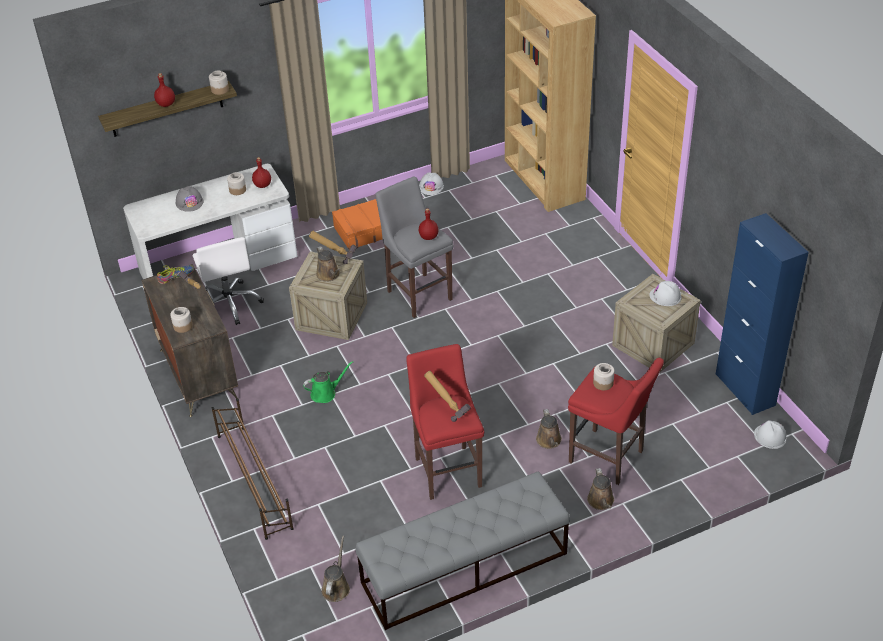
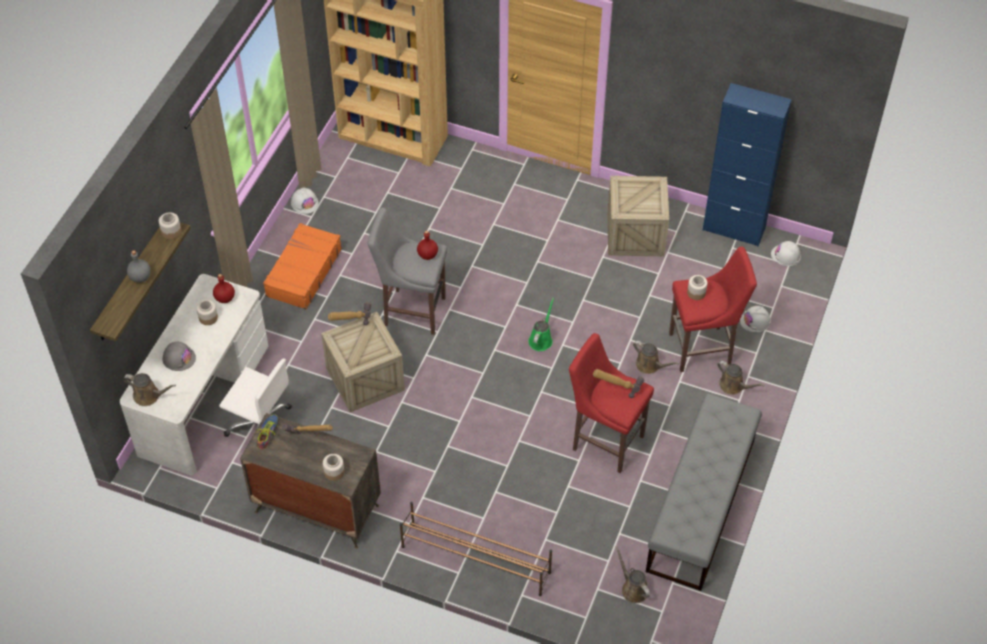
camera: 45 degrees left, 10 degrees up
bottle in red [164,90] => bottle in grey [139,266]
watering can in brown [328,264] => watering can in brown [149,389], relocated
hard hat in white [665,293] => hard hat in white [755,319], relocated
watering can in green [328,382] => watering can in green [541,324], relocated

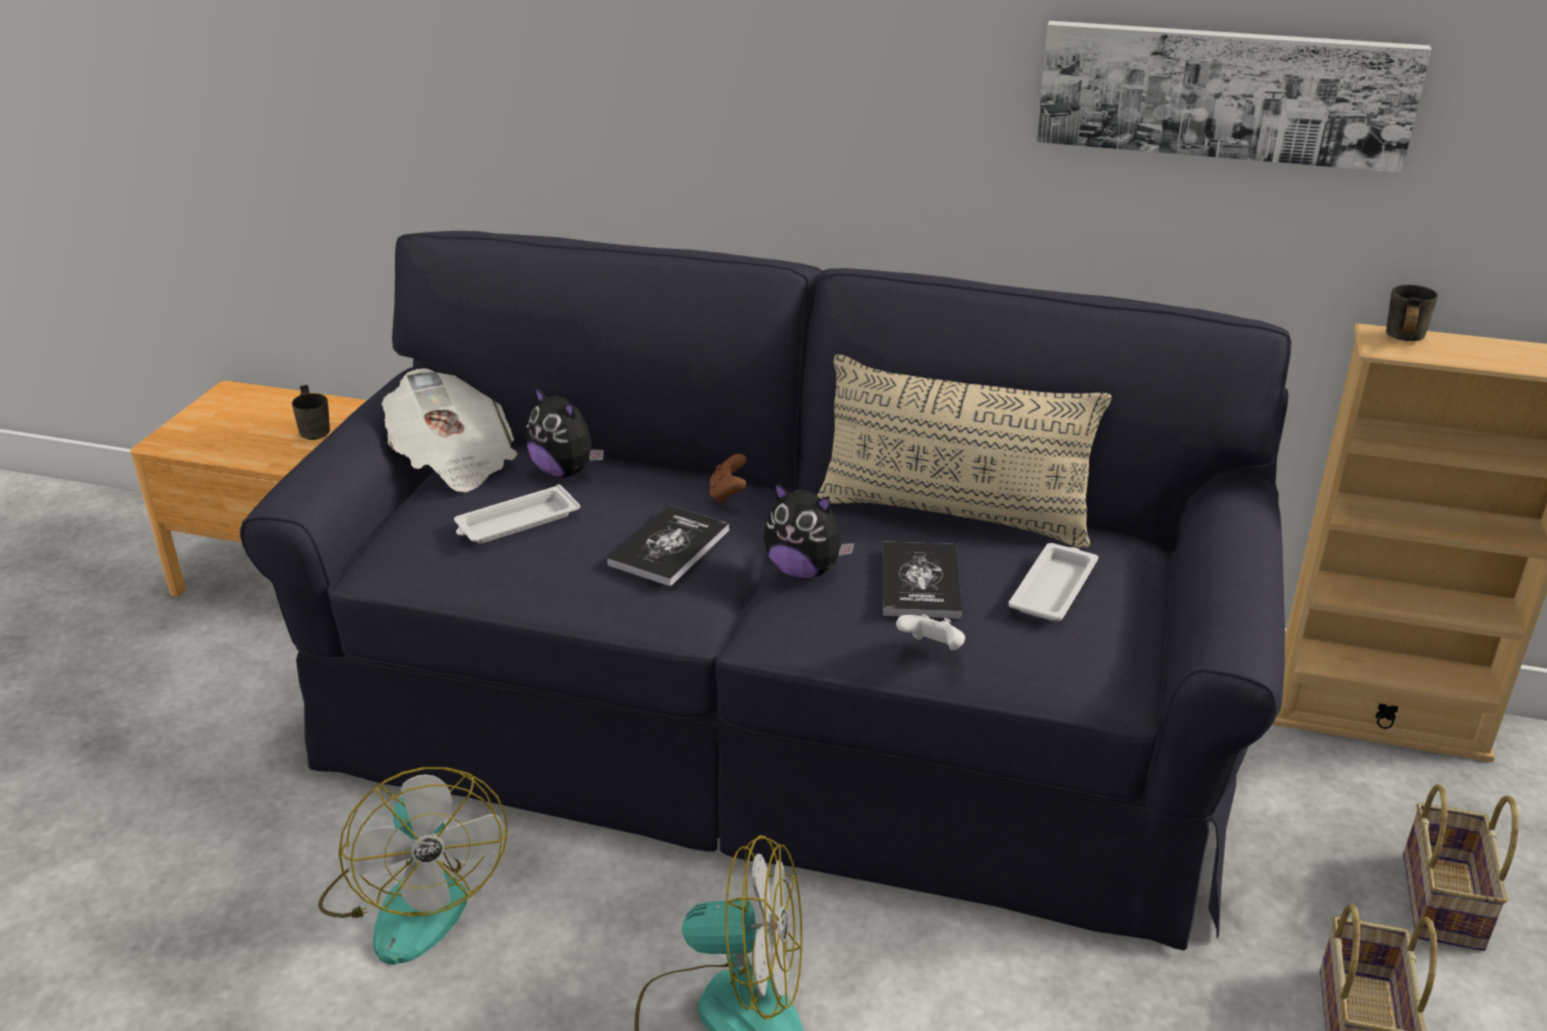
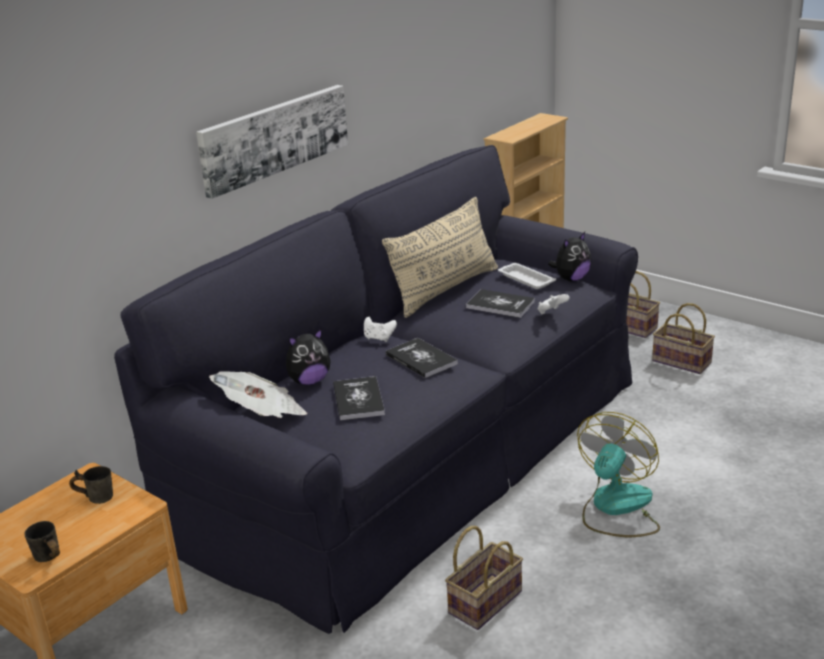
camera: 65 degrees left, 5 degrees down
picture [1234,97] => picture [272,142], relocated
mug in grey [1412,313] => mug in grey [42,541], relocated
game controller in brown [728,479] => game controller in white [380,329]
plush toy [809,530] => plush toy [569,257], relocated
tray in white [517,514] => book [359,398]
fan [413,866] => basket [484,578]

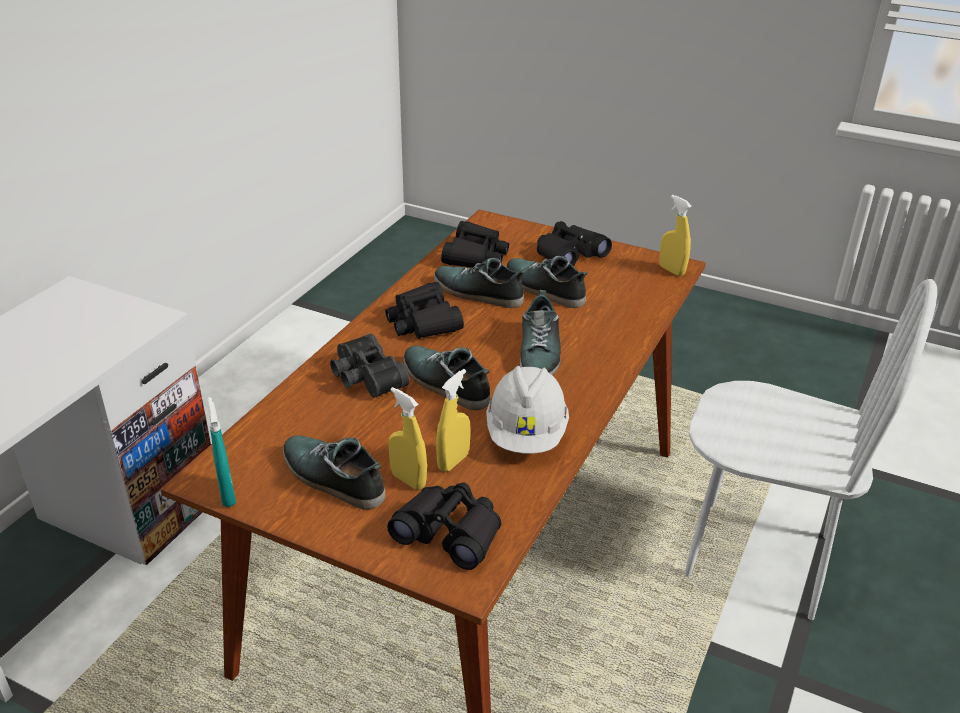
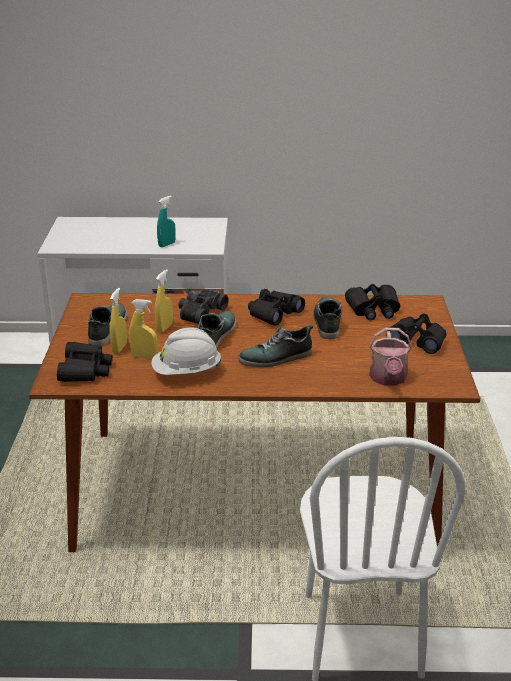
camera: 65 degrees right, 5 degrees down
spray bottle in yellow [675,235] => spray bottle in yellow [164,301], relocated
shoe [547,282] => nothing
spray bottle in turquoise [221,452] => spray bottle in turquoise [166,221], relocated
nothing => watering can [390,357]

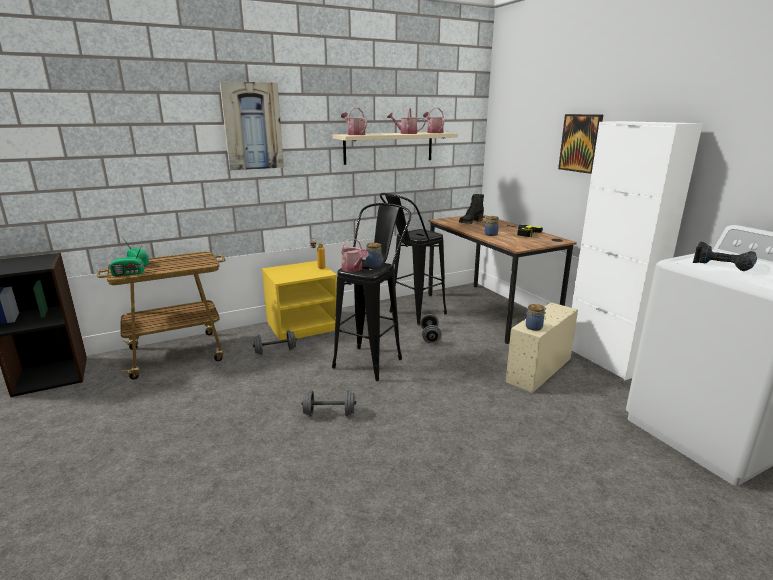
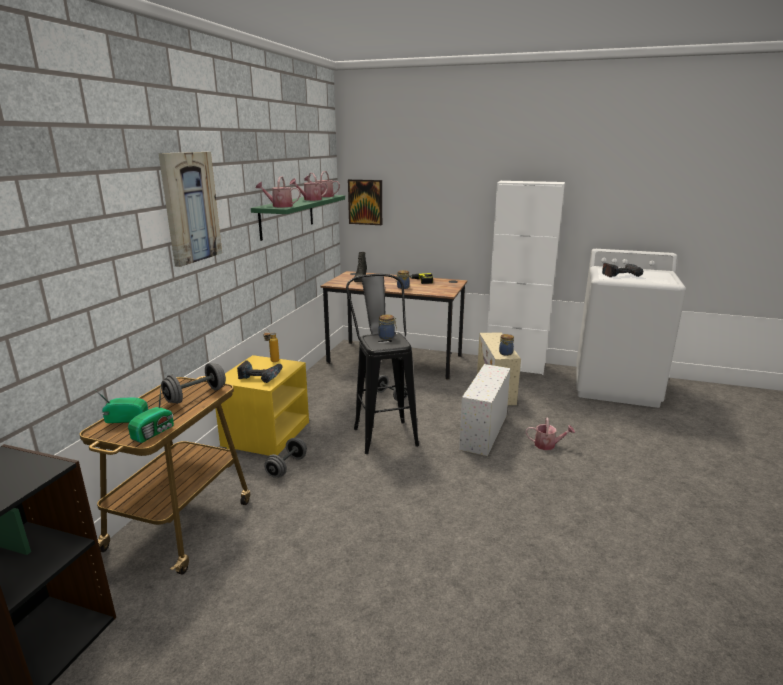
camera: 45 degrees left, 0 degrees up
picture [580,144] => picture [365,202], relocated
shelf in beige [395,148] => shelf in green [298,218]
stool in black [413,259] => nothing
watering can [355,255] => watering can [550,433], relocated
dumbbell in grey [329,403] => dumbbell in grey [193,383], relocated
nothing => power drill [259,371]
nothing => storage box in white [485,410]

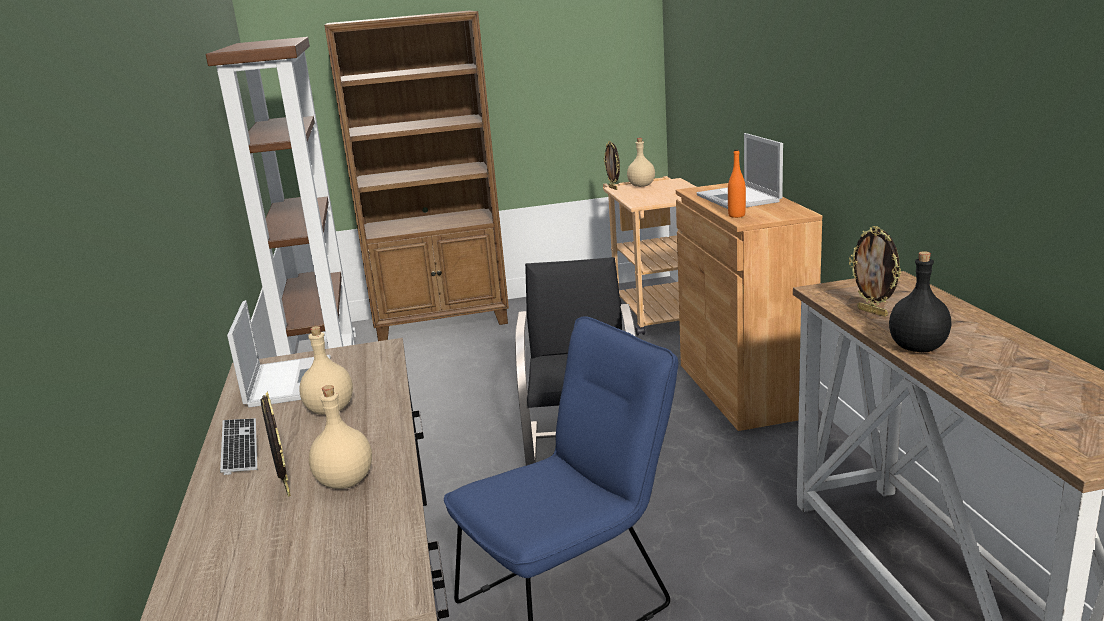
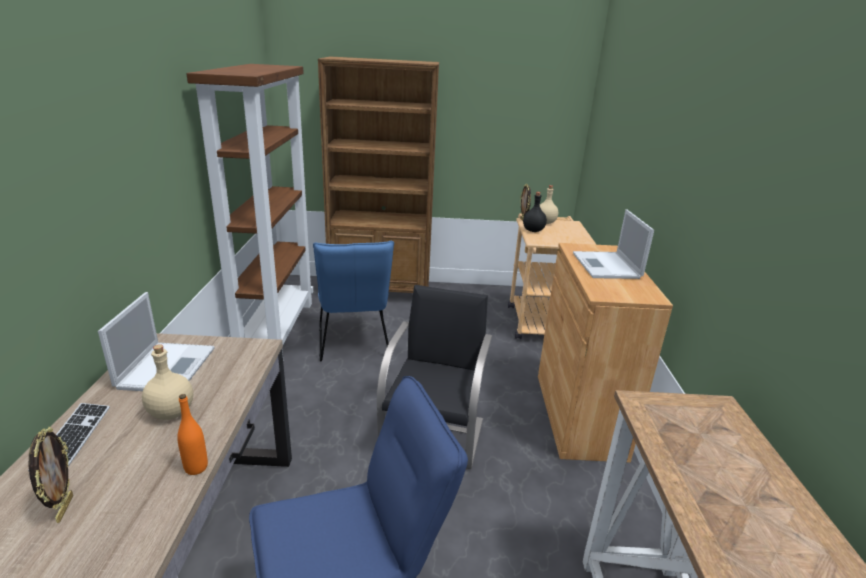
camera: 10 degrees right, 5 degrees up
bottle in orange [737,183] => bottle in orange [192,434], relocated
picture frame [875,271] => nothing
bottle in black [920,301] => bottle in black [535,212], relocated
bottle in beige [340,437] => nothing
nothing => chair in blue [353,301]

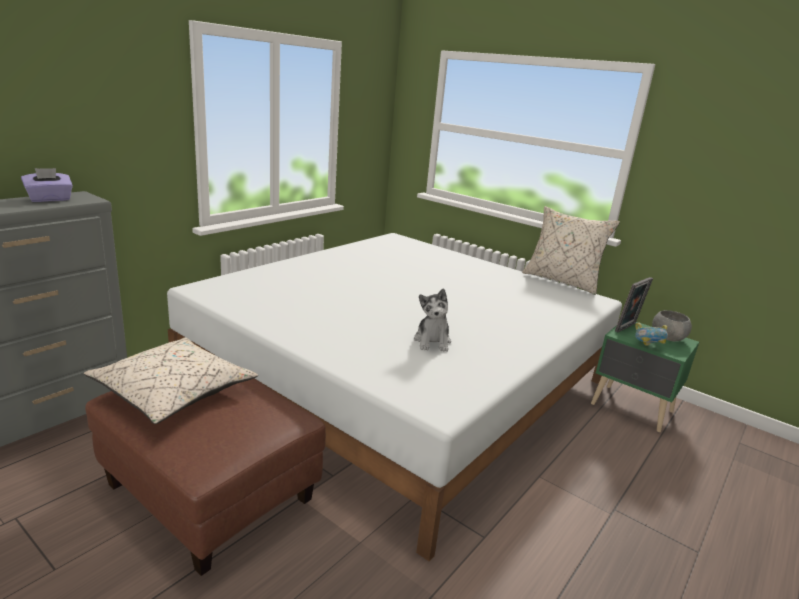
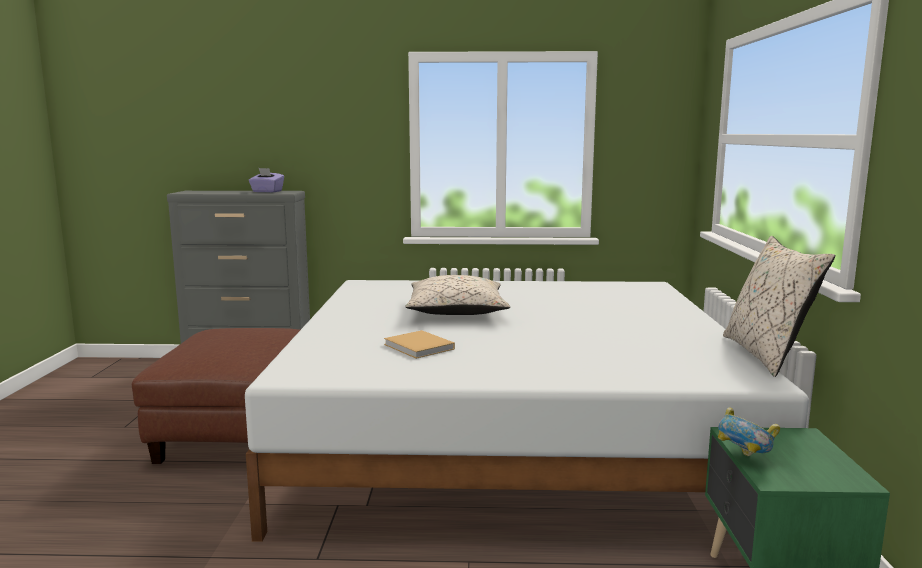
camera: 55 degrees right, 10 degrees down
picture frame [634,304] => nothing
plush toy [432,320] => book in beige [419,344]
bowl in grey [672,325] => nothing
pillow in beige [171,380] => pillow in beige [458,295], relocated

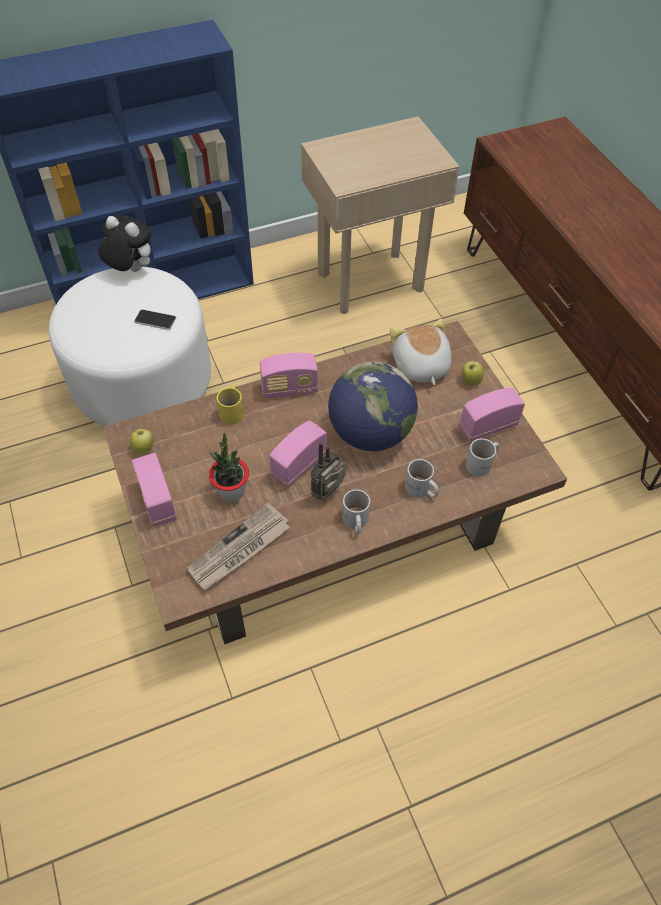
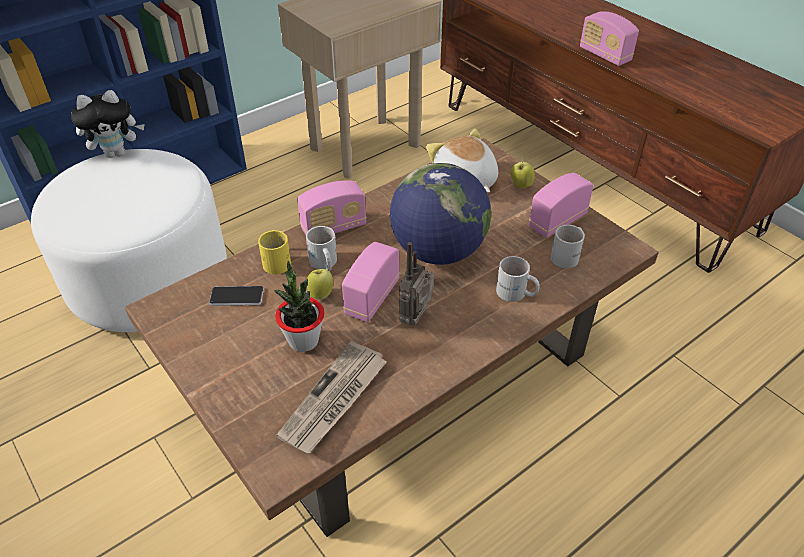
camera: 15 degrees left, 10 degrees down
plush toy [125,244] => plush toy [108,124], 150 degrees clockwise
phone [155,319] => phone [236,296], relocated
apple [141,442] => apple [320,284], relocated
radio [154,490] => radio [609,38], relocated
mug in white [356,511] => mug in white [321,248], relocated

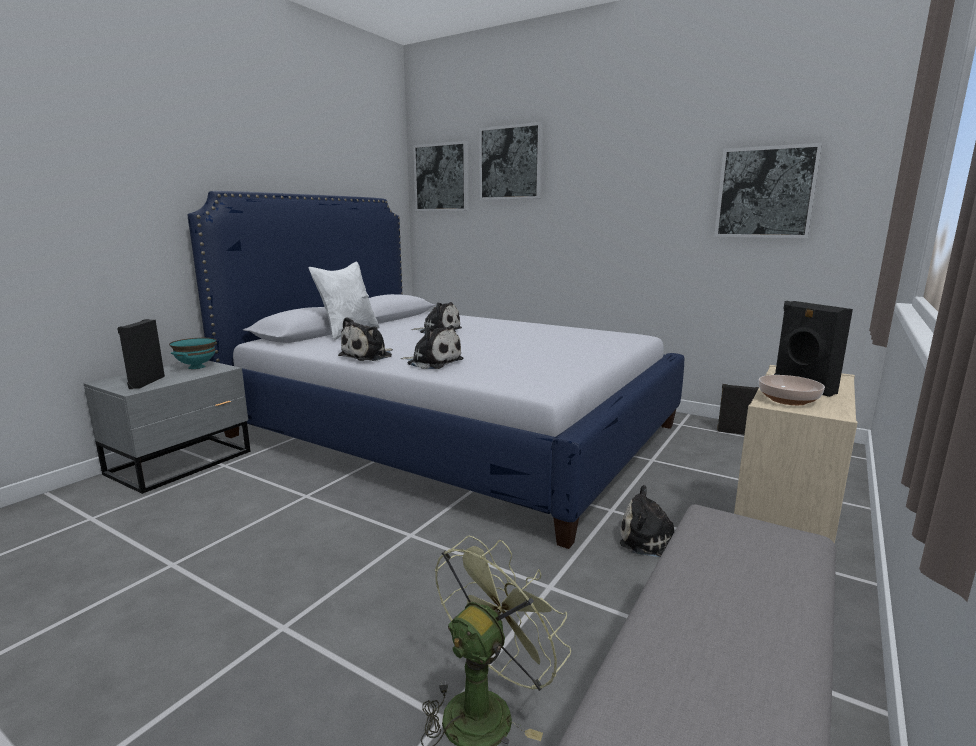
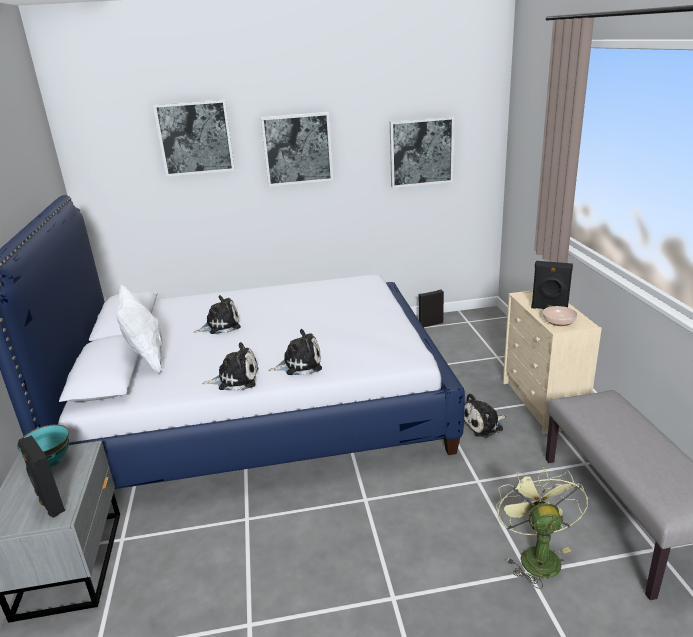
camera: 40 degrees left, 10 degrees up
picture [441,176] => picture [297,149], relocated
plush toy [365,339] => plush toy [231,366], 90 degrees counterclockwise

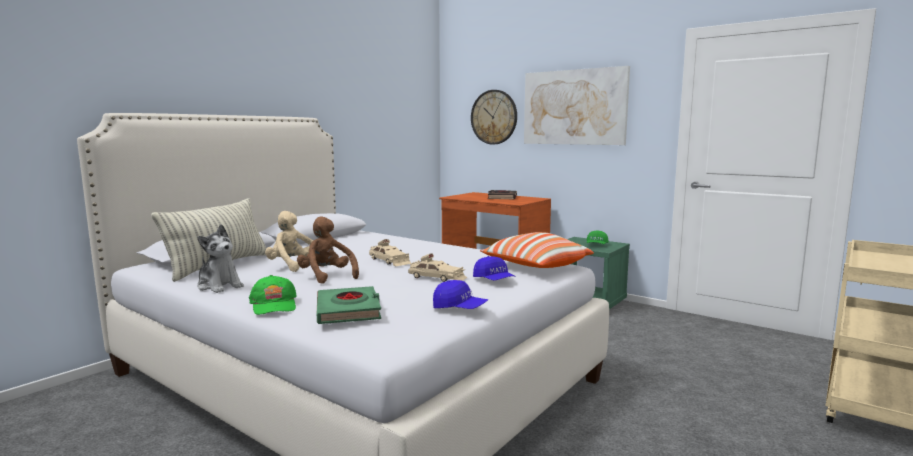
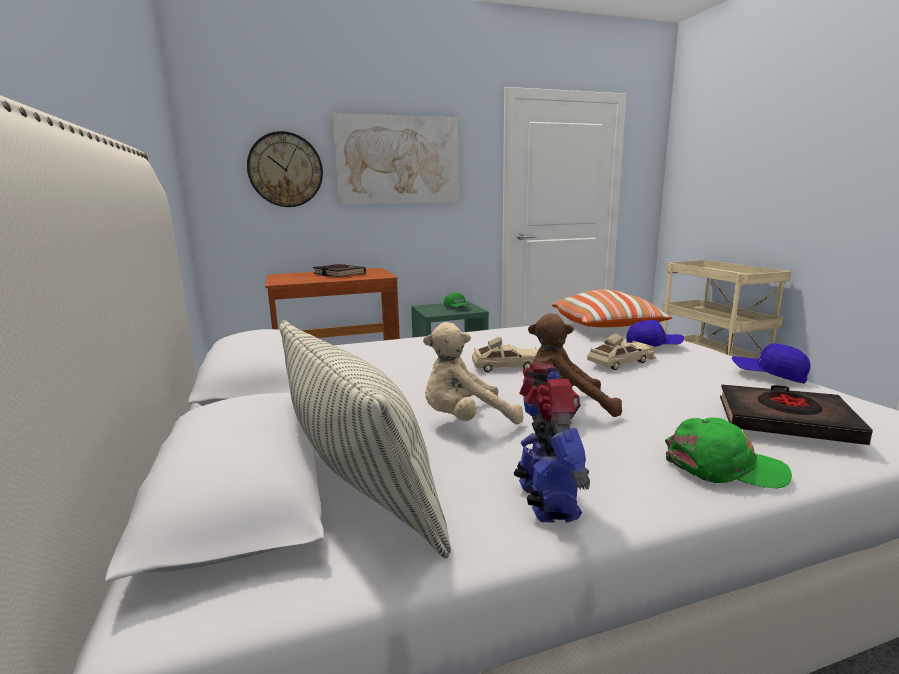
camera: 55 degrees left, 5 degrees up
plush toy [220,258] => toy robot [552,443]
cap in blue [460,294] => cap in blue [771,363], 120 degrees counterclockwise
book in green [349,305] => book in black [796,415]

